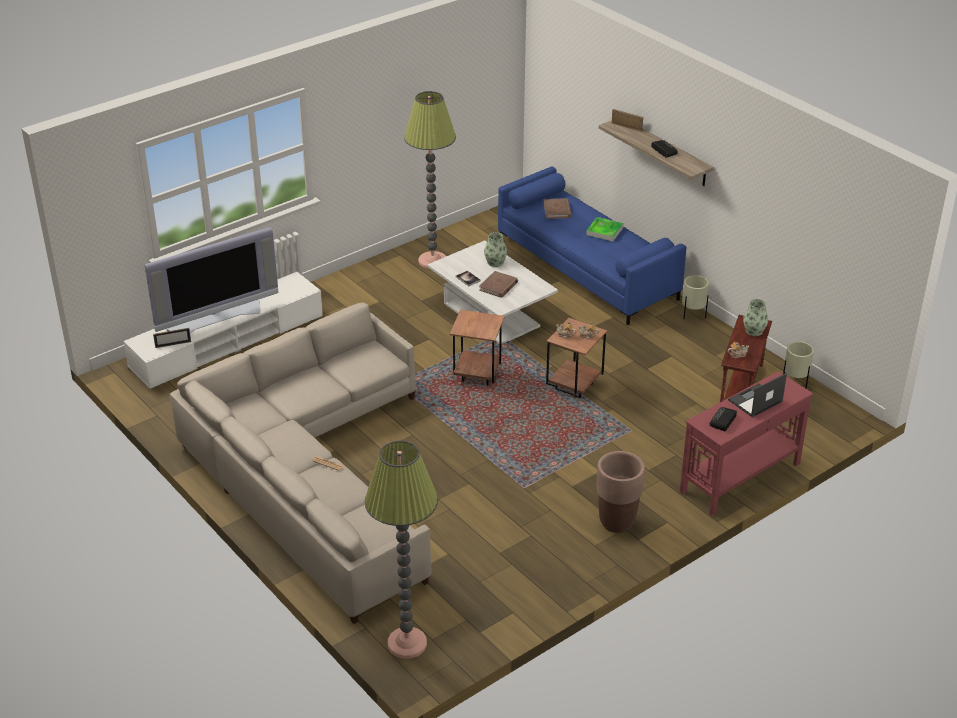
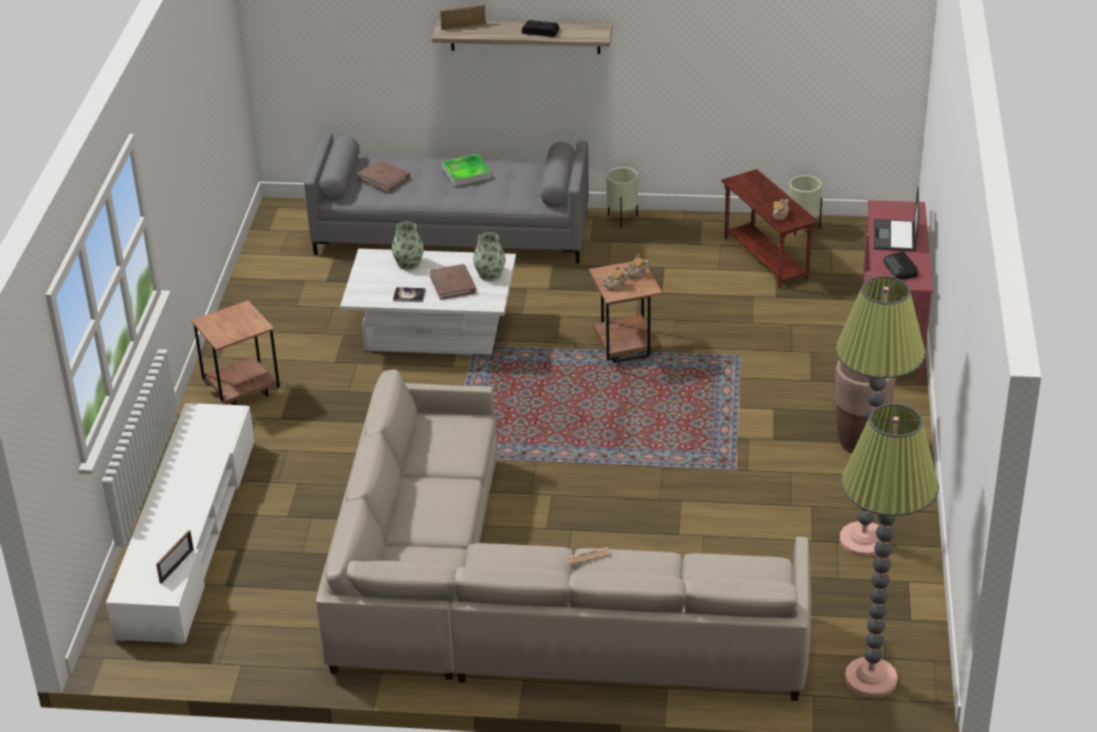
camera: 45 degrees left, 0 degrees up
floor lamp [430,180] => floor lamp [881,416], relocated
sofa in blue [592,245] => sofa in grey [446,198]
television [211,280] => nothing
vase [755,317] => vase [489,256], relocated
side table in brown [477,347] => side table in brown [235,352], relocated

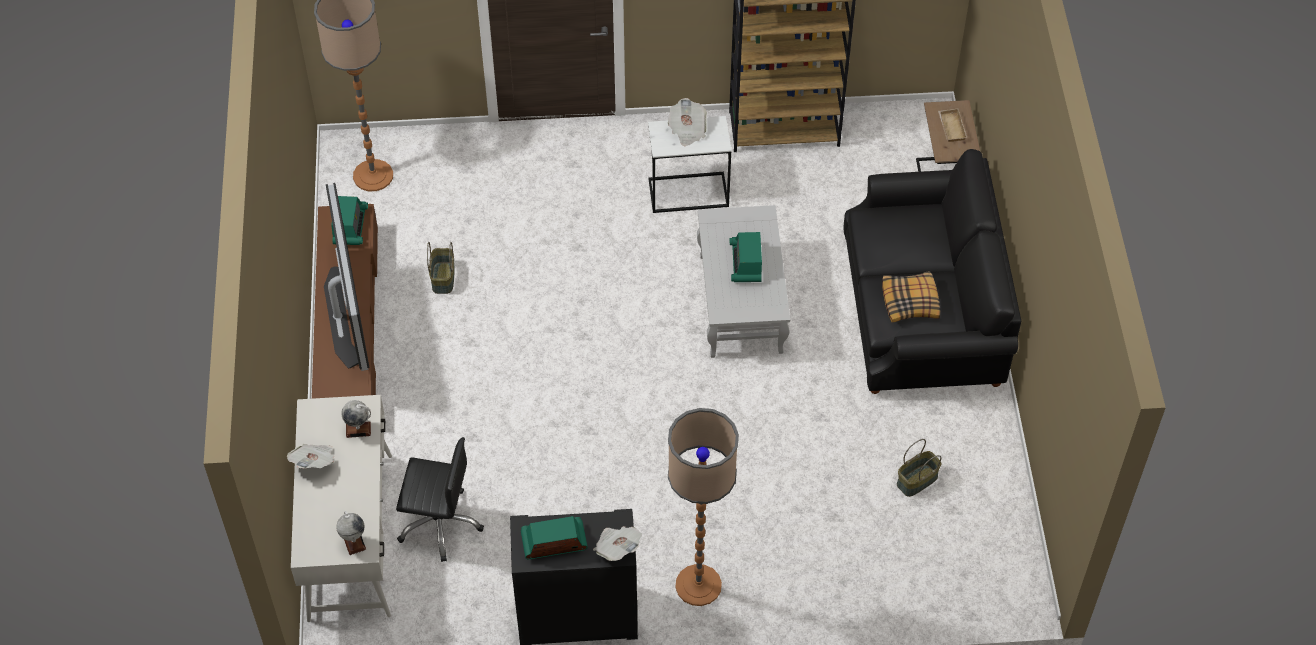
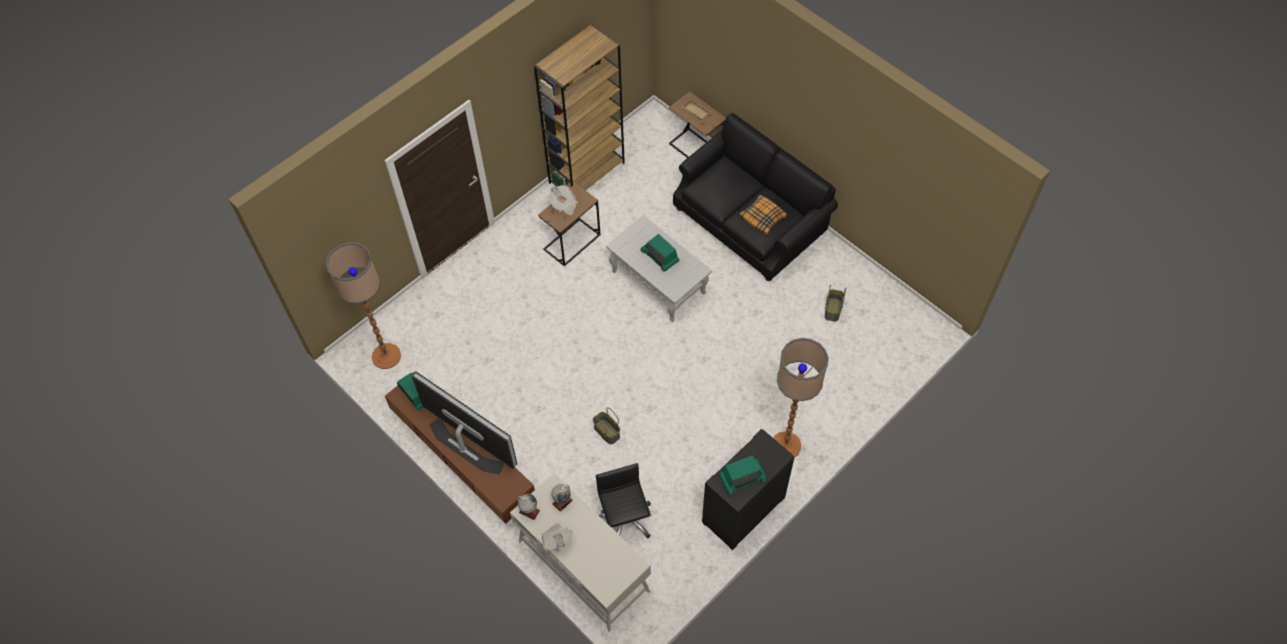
camera: 40 degrees left, 5 degrees up
side table in white [690,164] => side table in brown [569,224]
basket [441,268] => basket [606,425], relocated
office chair in black [440,499] => office chair in black [623,500], 75 degrees counterclockwise
globe [351,533] => globe [528,507], relocated
radio [554,538] => radio [743,475], 150 degrees counterclockwise
newspaper [617,543] => nothing

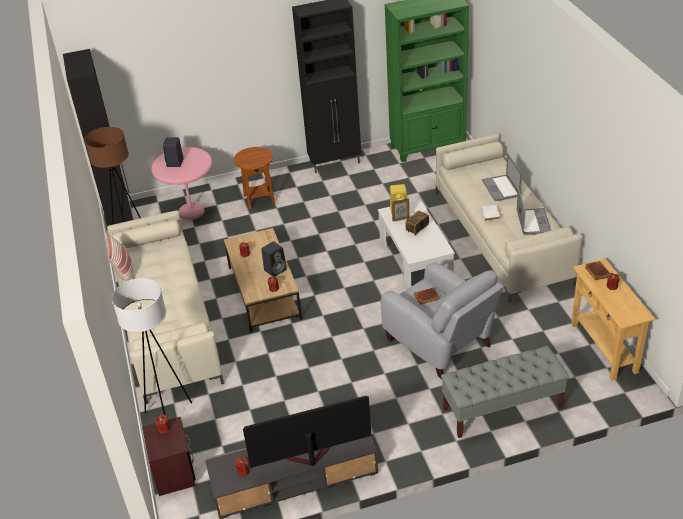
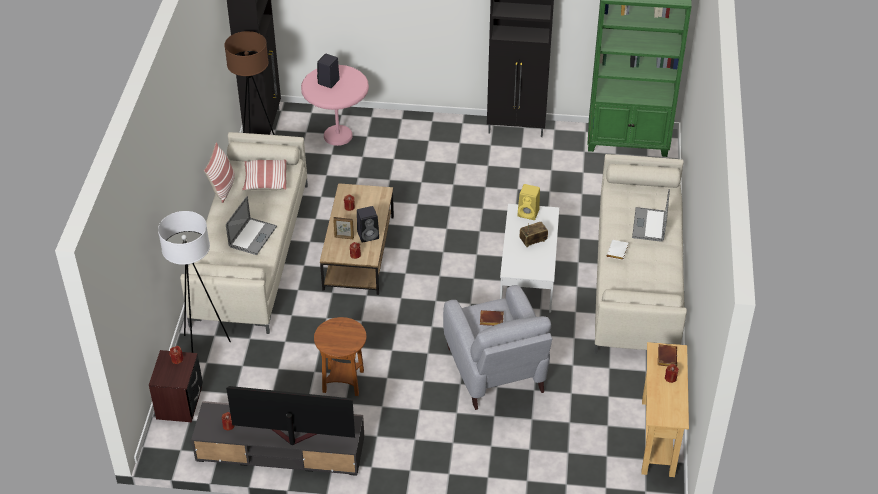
camera: 20 degrees right, 5 degrees up
side table in brown [254,178] => side table in brown [340,356], relocated
laptop [534,211] => laptop [251,225], relocated
picture frame [400,210] => picture frame [343,228], relocated
bench in grey [505,392] => nothing
nothing => pillow [264,175]

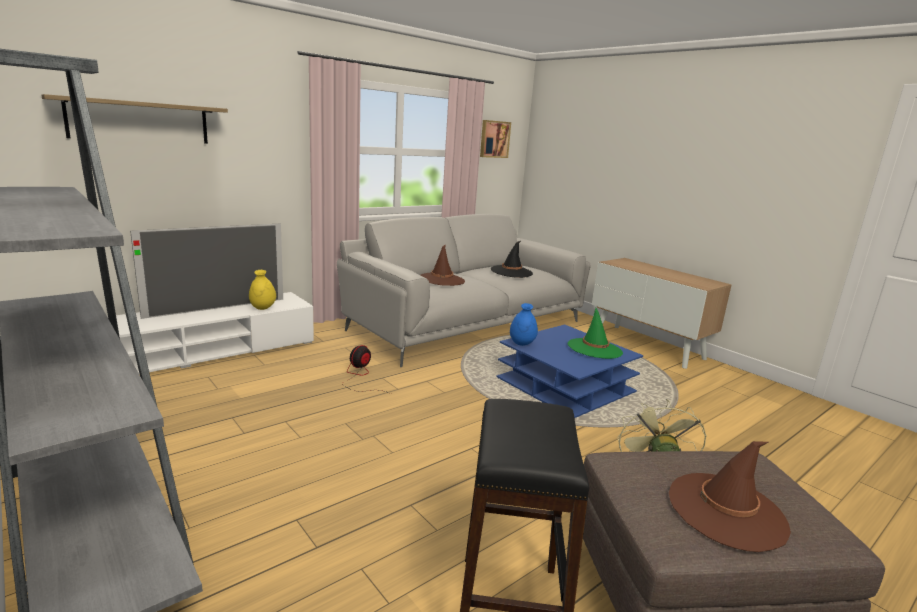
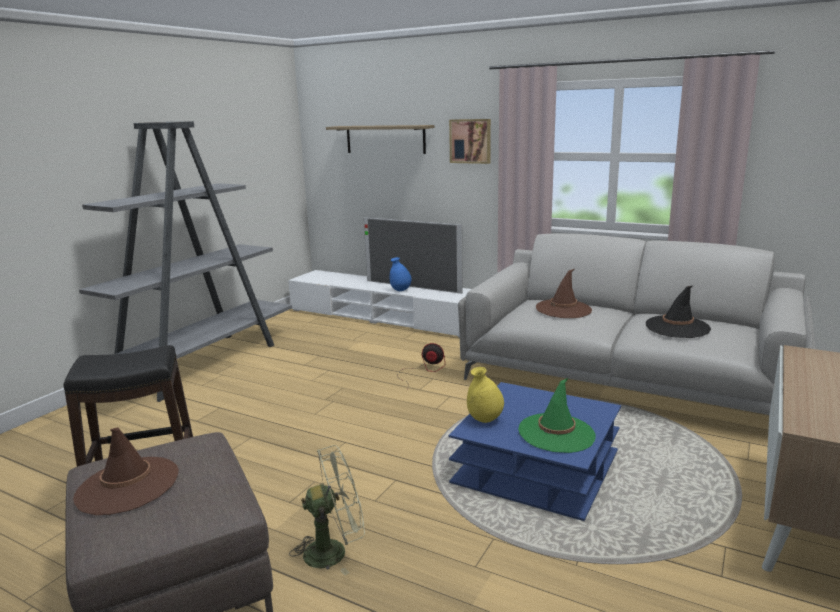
camera: 70 degrees right, 0 degrees up
picture [495,139] => picture [470,141], relocated
vase in yellow [262,290] => vase in yellow [485,395], relocated
vase in blue [524,324] => vase in blue [401,274], relocated

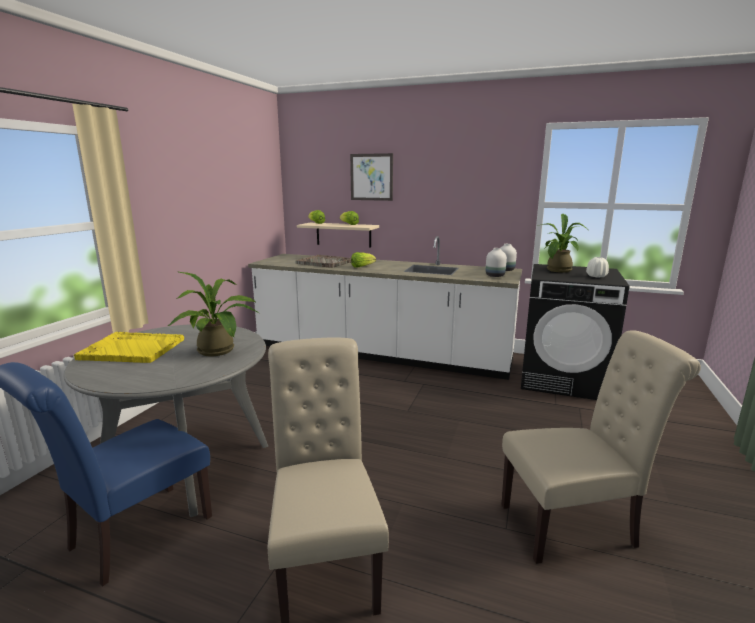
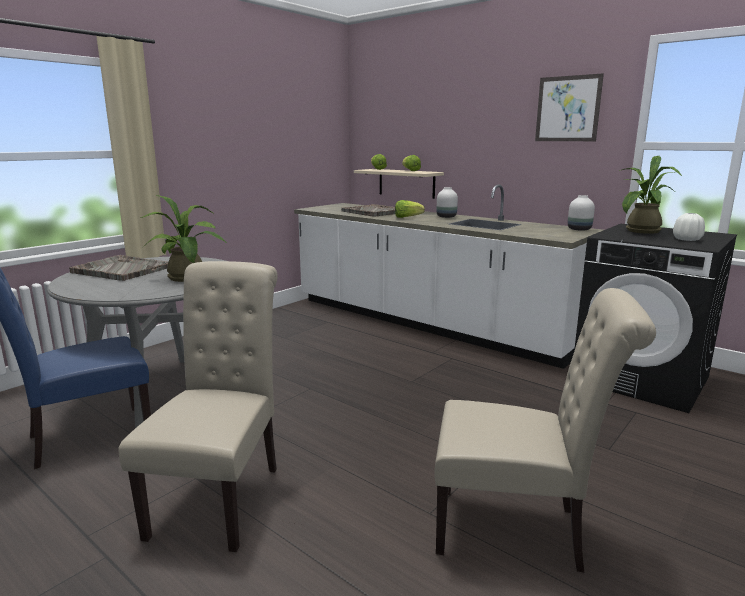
camera: 20 degrees right, 0 degrees up
picture [371,177] => picture [569,107], relocated
vase in white [496,262] => vase in white [447,202], relocated
tray in yellow [129,347] => tray in grey [118,268]

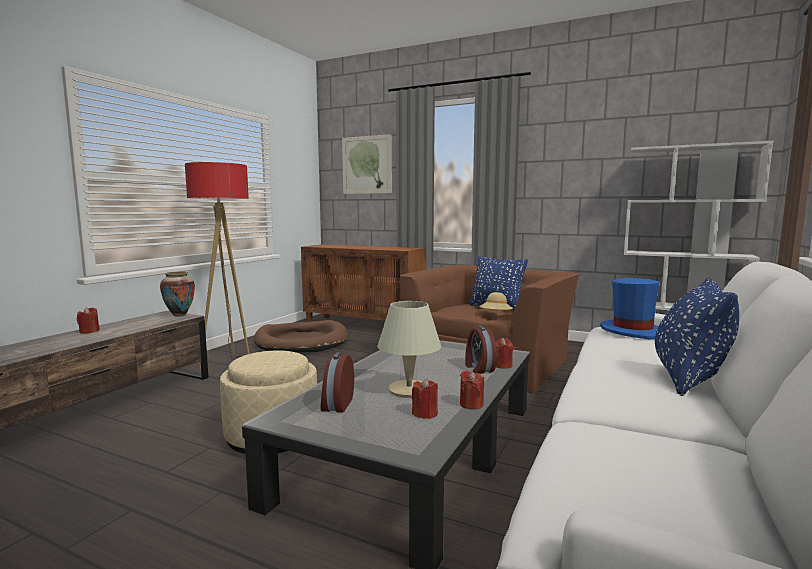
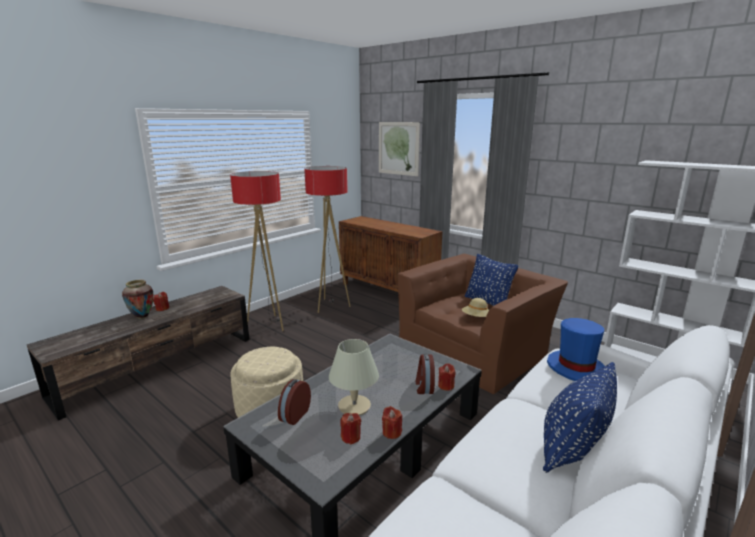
camera: 15 degrees right, 10 degrees up
vase [177,294] => vase [137,299], relocated
dog bed in brown [301,336] => floor lamp [327,239]

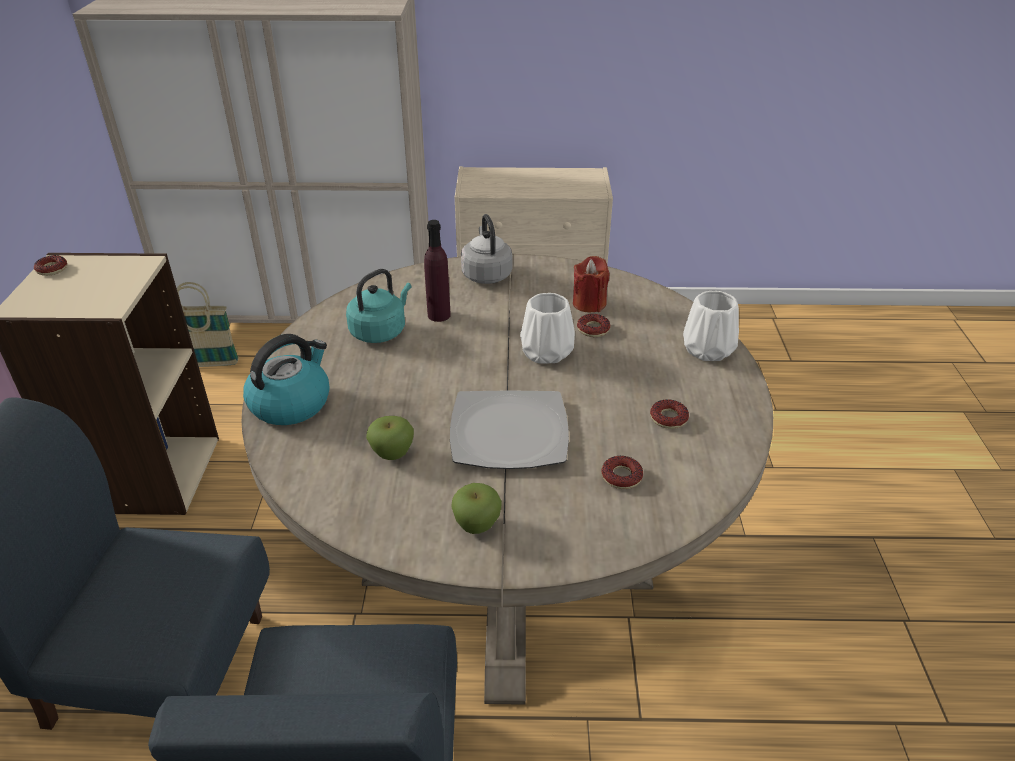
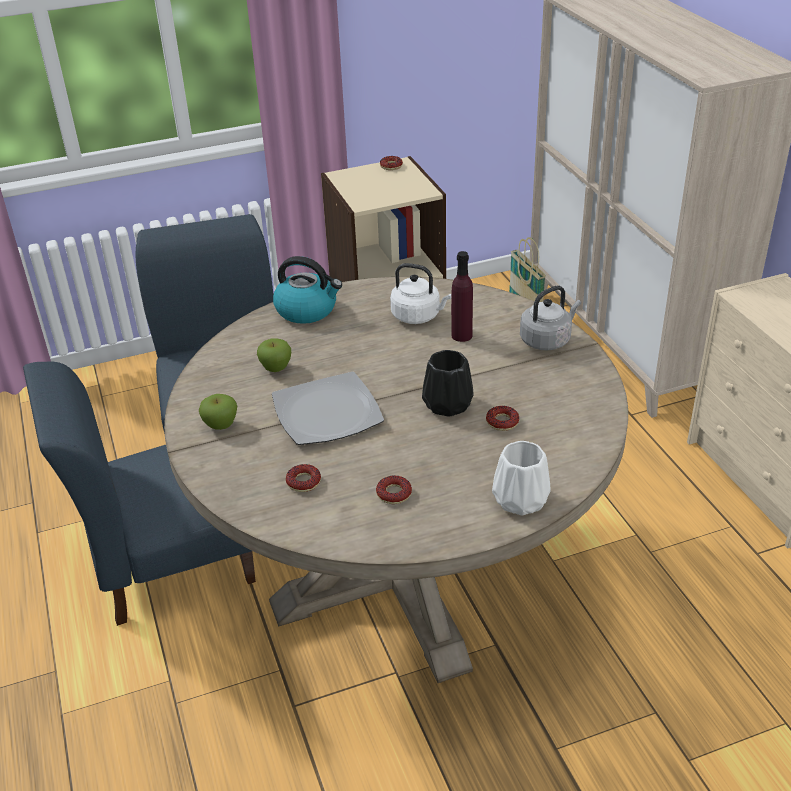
camera: 70 degrees right, 0 degrees up
candle in red [591,284] => nothing
kettle in turquoise [378,306] => kettle in white [420,293]
vase in white [547,328] => vase in black [448,383]

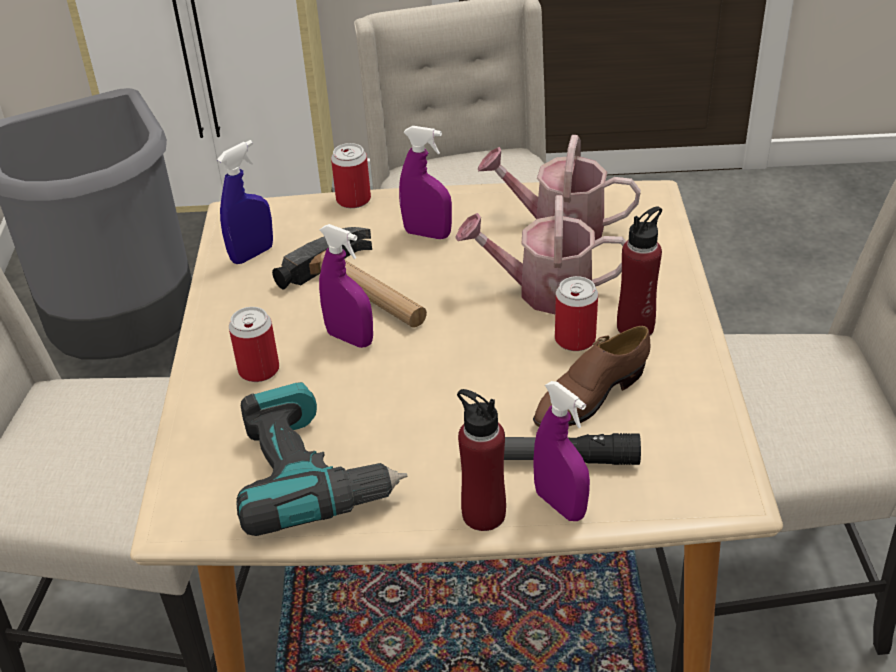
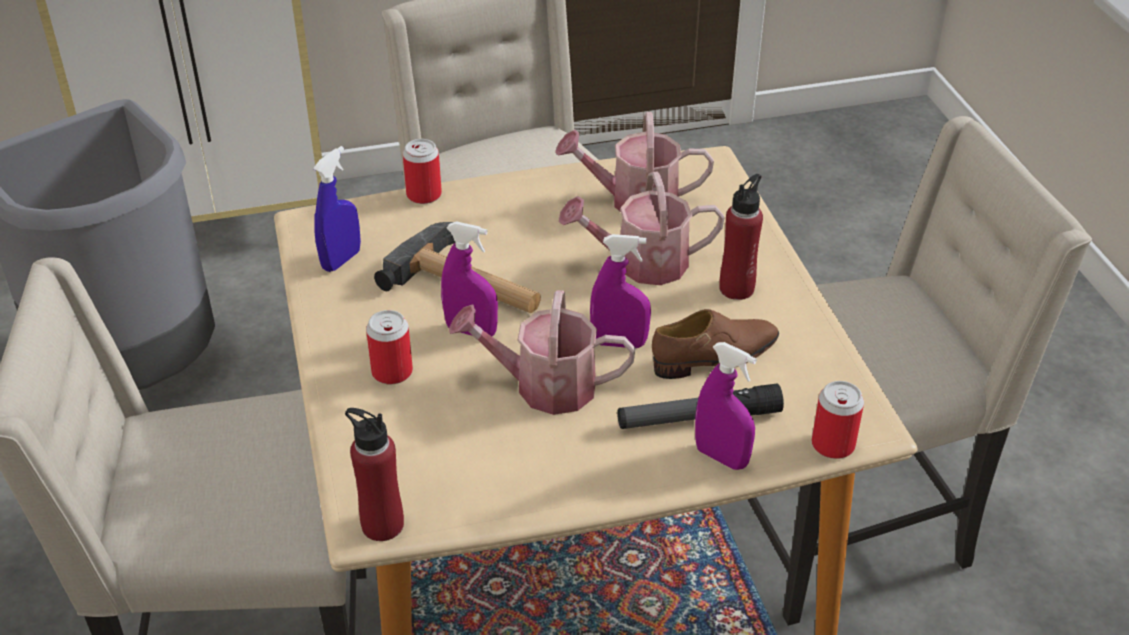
camera: 15 degrees left, 0 degrees up
spray bottle in purple [425,182] => spray bottle in purple [620,291], relocated
can [576,313] => can [838,420], relocated
shoe in brown [592,376] => shoe in brown [715,344], 150 degrees counterclockwise
power drill [321,459] => nothing
bottle in red [481,460] => bottle in red [374,474], relocated
nothing => watering can [542,352]

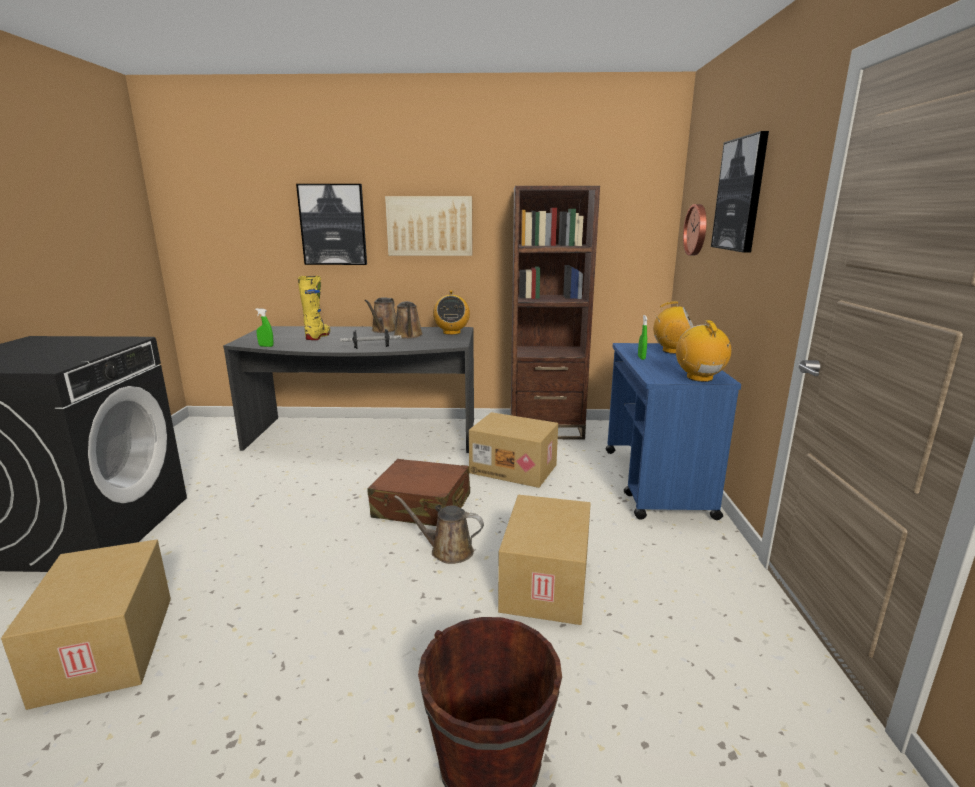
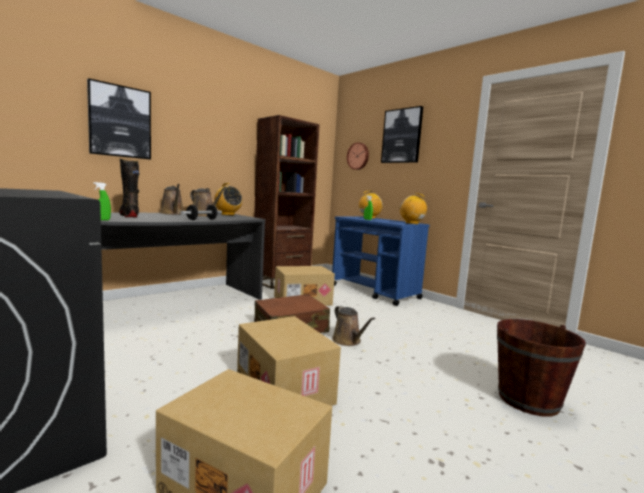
camera: 45 degrees left, 10 degrees down
picture [429,226] => nothing
boot in yellow [314,308] => boot in black [129,188]
watering can in brown [439,529] => watering can in brown [353,326], 90 degrees counterclockwise
cardboard box [544,560] => cardboard box [289,361], relocated

